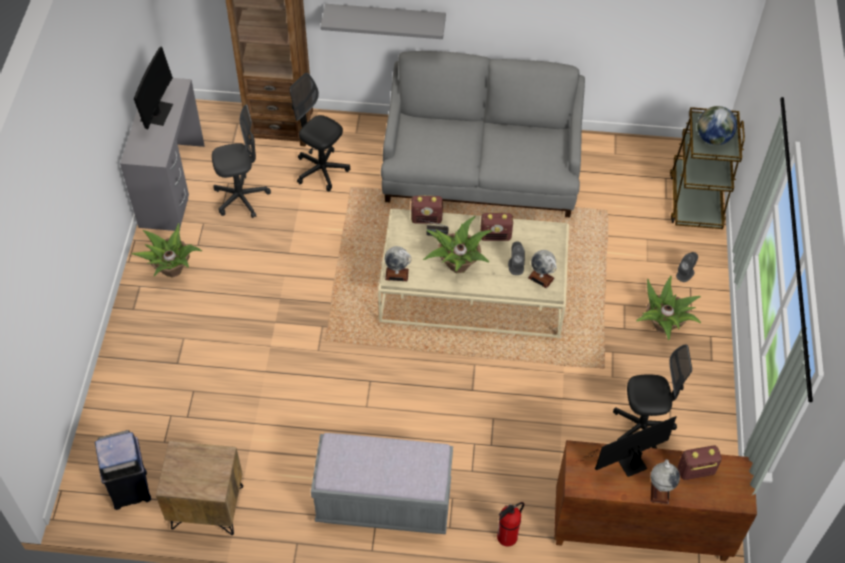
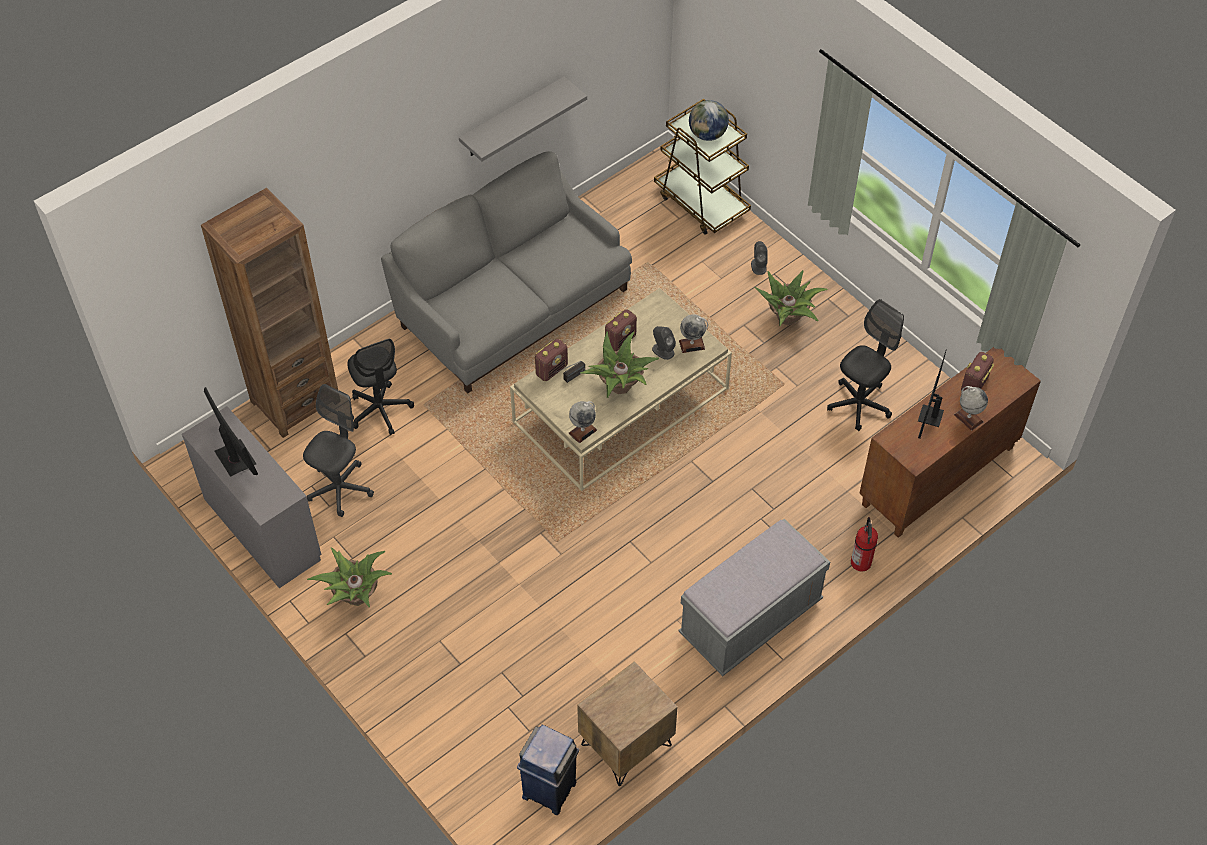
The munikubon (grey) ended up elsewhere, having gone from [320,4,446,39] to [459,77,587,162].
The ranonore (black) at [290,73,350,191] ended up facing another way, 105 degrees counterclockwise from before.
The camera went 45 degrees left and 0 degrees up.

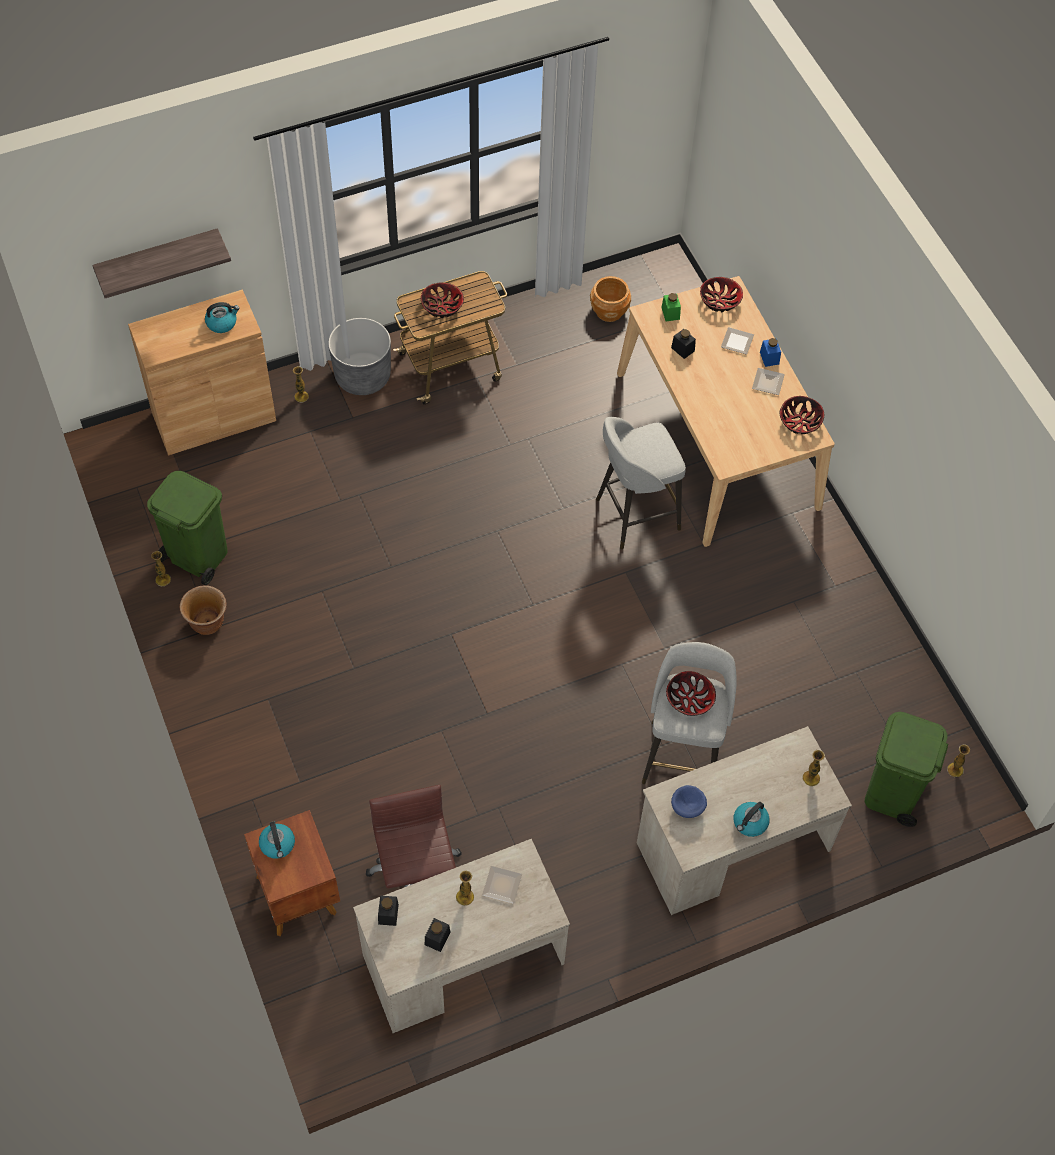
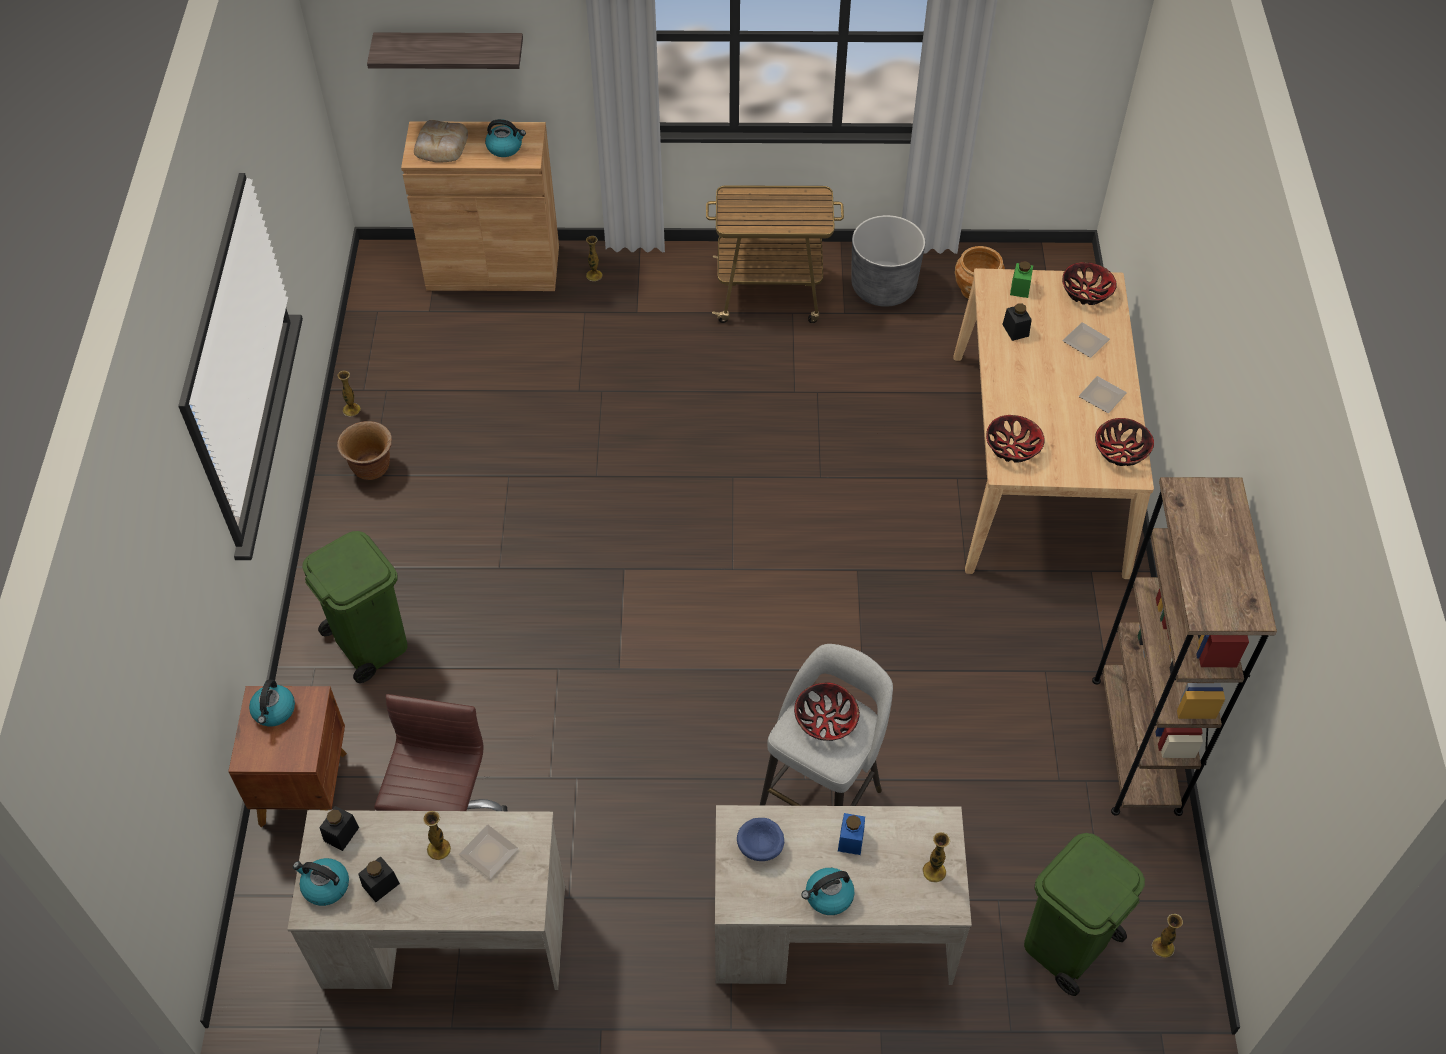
The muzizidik ended up elsewhere, having gone from [421,282,464,318] to [986,415,1045,463].
The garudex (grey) ended up elsewhere, having gone from [328,318,391,395] to [851,215,925,307].
The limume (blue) ended up elsewhere, having gone from [760,338,781,367] to [838,813,865,855].
The second view lost the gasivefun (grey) at [596,417,686,549].
The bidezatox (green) ended up elsewhere, having gone from [147,471,228,585] to [302,531,408,683].
The second view gained the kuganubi at [414,120,468,163].
The second view gained the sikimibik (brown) at [1092,477,1277,816].
The second view gained the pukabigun at [293,858,349,906].
The camera went 25 degrees right and 5 degrees down.

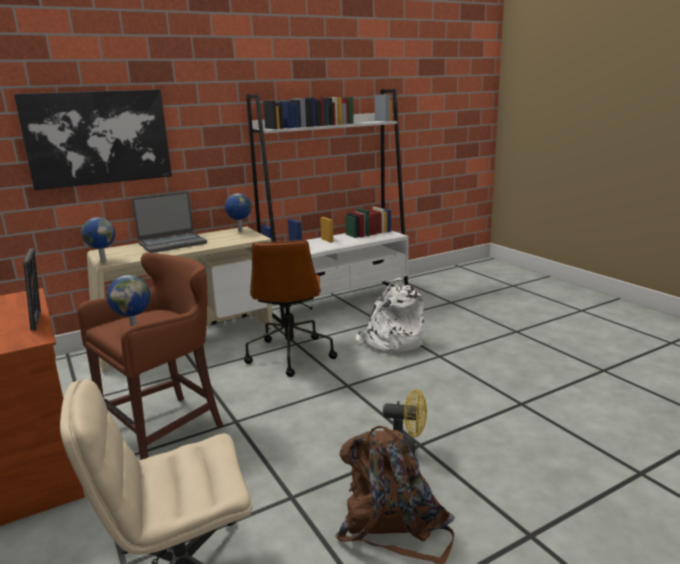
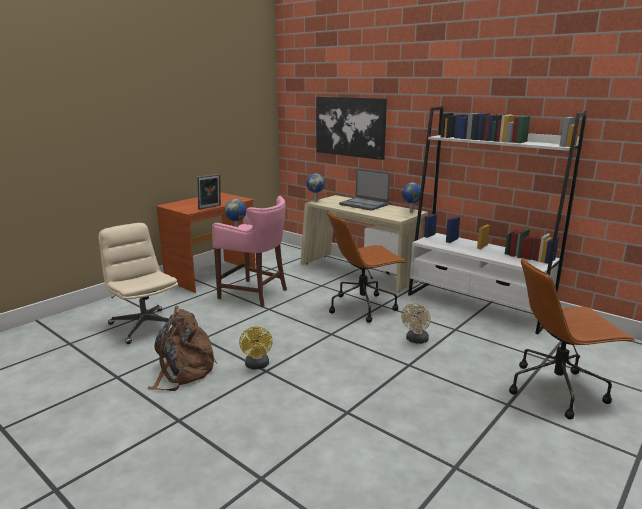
What was the gasivefun (brown) at [77,253,223,460] turned into the gasivefun (pink) at [212,196,287,307].
Where the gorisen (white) stood at [356,278,425,354], the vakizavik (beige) came to stand at [401,303,431,344].
The second view gained the ranonore (brown) at [509,258,636,419].
The camera went 70 degrees right and 0 degrees up.

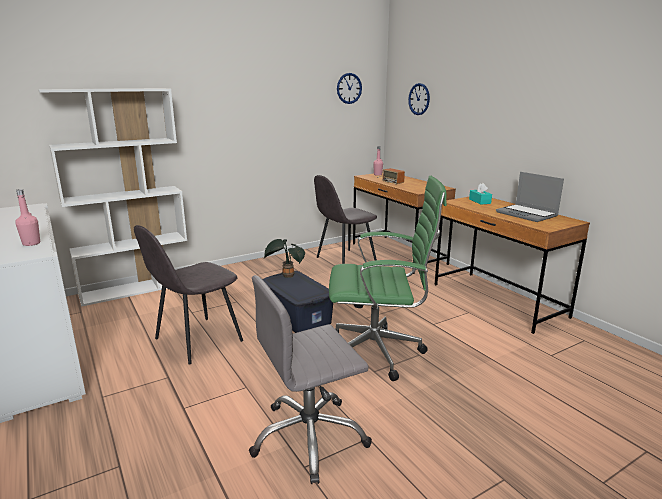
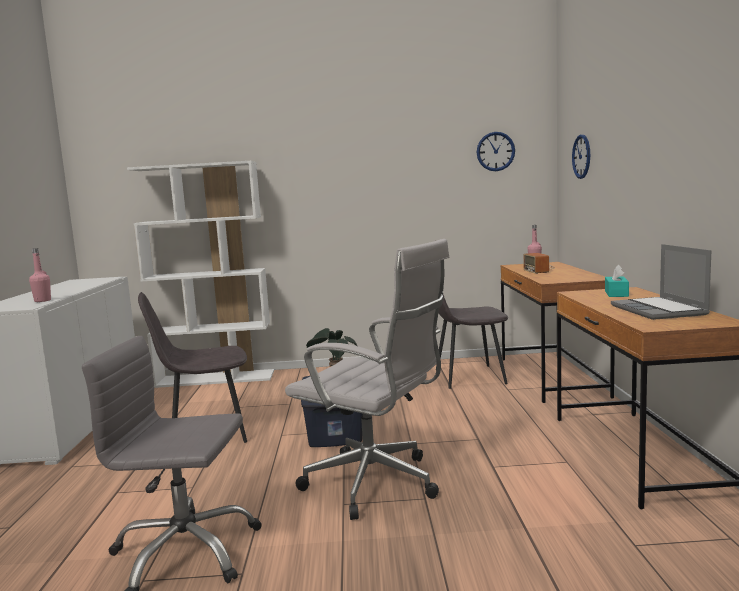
What was the ranonore (green) at [329,176,447,381] turned into the ranonore (white) at [285,239,449,520].
The camera went 30 degrees right and 10 degrees down.

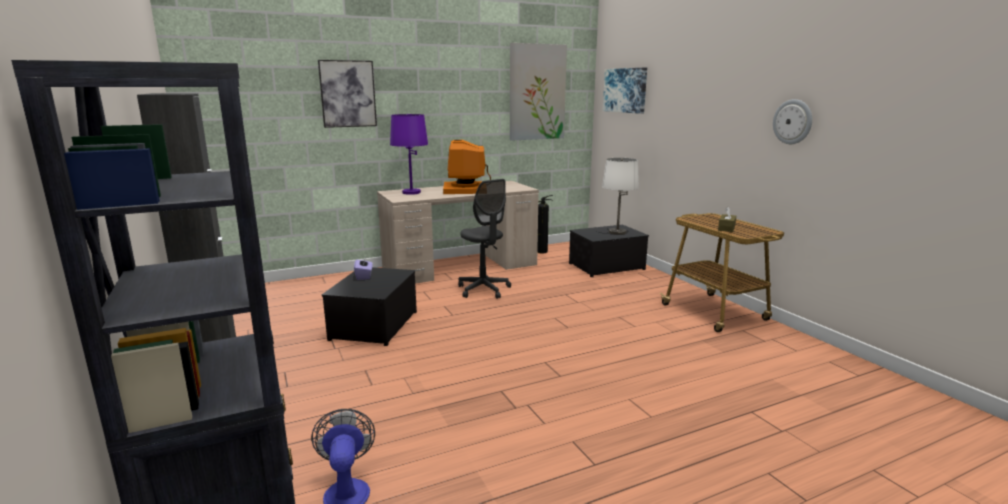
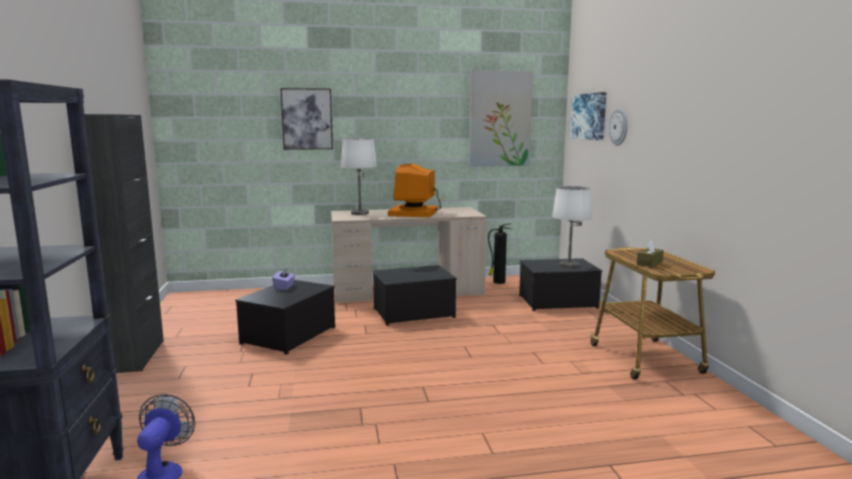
The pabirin ended up elsewhere, having gone from [773,99,812,144] to [609,108,628,146].
What was the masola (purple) at [390,114,428,195] turned into the masola (white) at [341,138,377,215].
Where the ranonore (grey) stood at [458,179,511,299], the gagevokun came to stand at [373,265,457,326].
The camera went 15 degrees right and 5 degrees down.

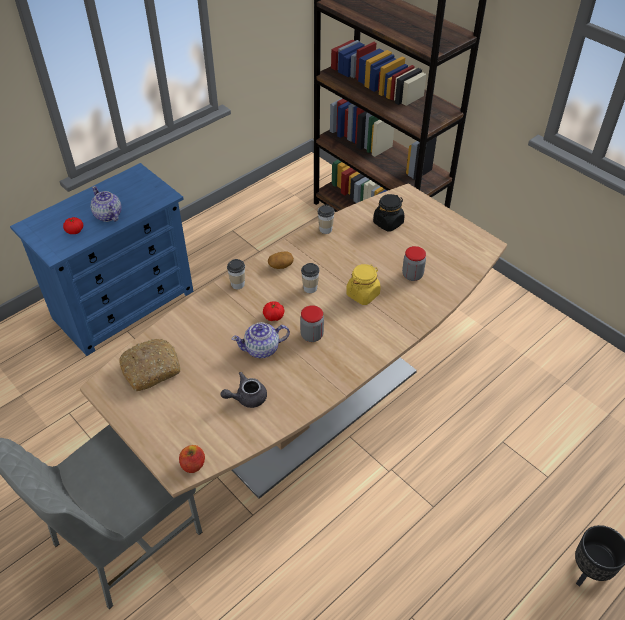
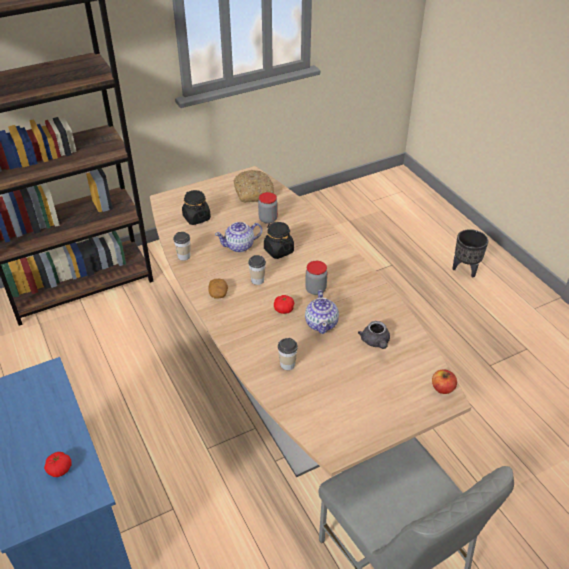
The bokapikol ended up elsewhere, having gone from [91,186,122,222] to [215,222,262,252].
The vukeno ended up elsewhere, having gone from [227,259,245,289] to [278,338,298,370].
What was the limume (yellow) at [346,264,381,305] turned into the limume (black) at [264,222,294,259].
The kuganubi ended up elsewhere, having gone from [119,339,181,391] to [234,170,274,202].
The camera went 75 degrees left and 5 degrees down.

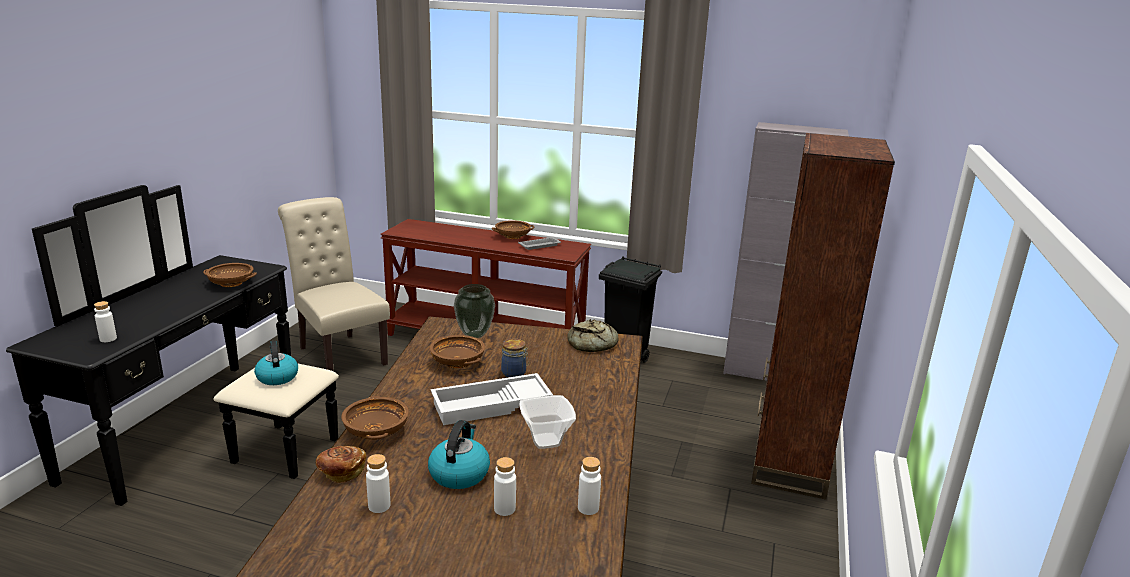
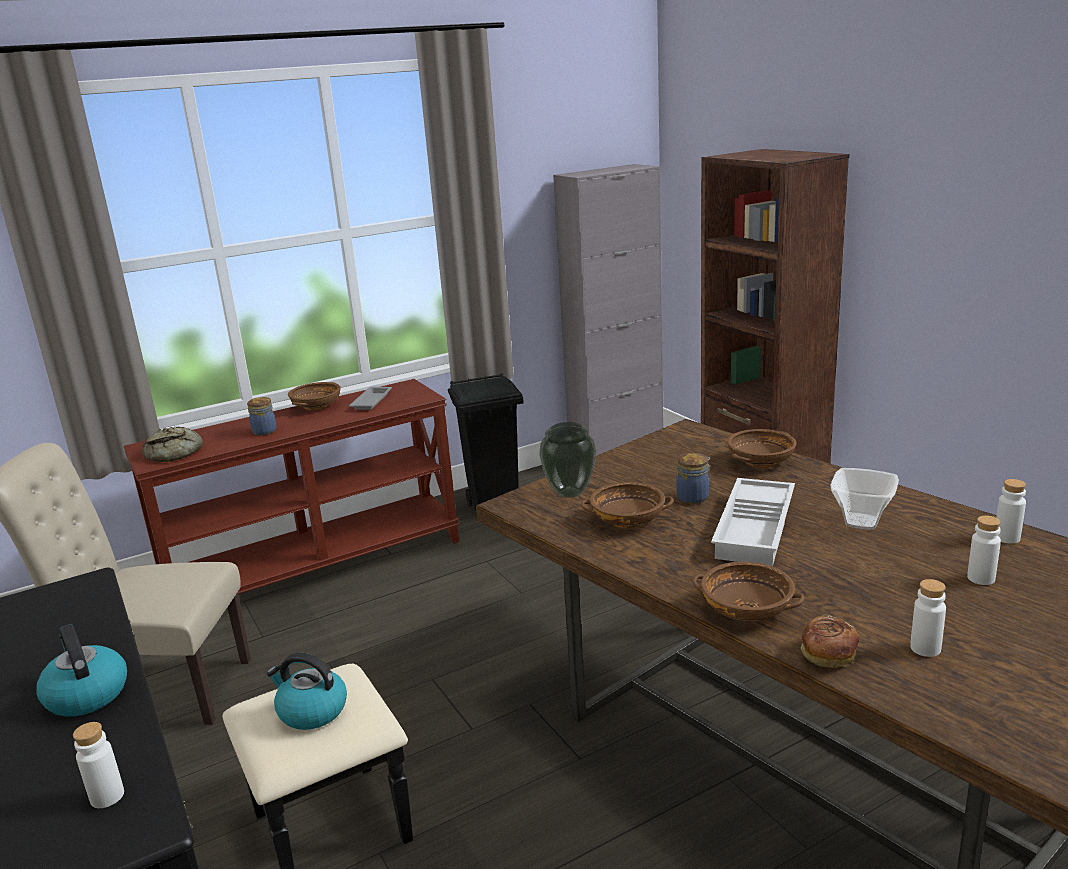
The muzizidik (brown) ended up elsewhere, having gone from [203,263,257,287] to [727,429,796,468].
The kuganubi ended up elsewhere, having gone from [567,319,619,352] to [142,427,203,462].
The pukabigun ended up elsewhere, having gone from [428,420,490,489] to [36,624,127,716].
The second view gained the limume at [247,397,277,436].
The camera went 45 degrees left and 0 degrees up.

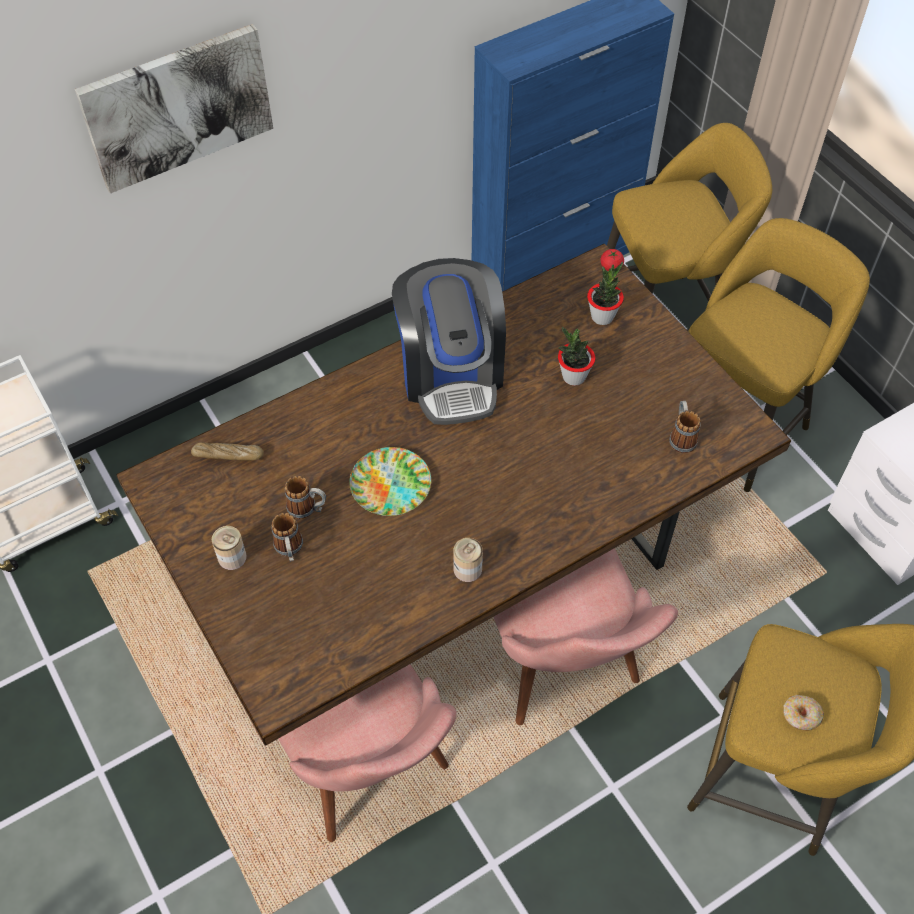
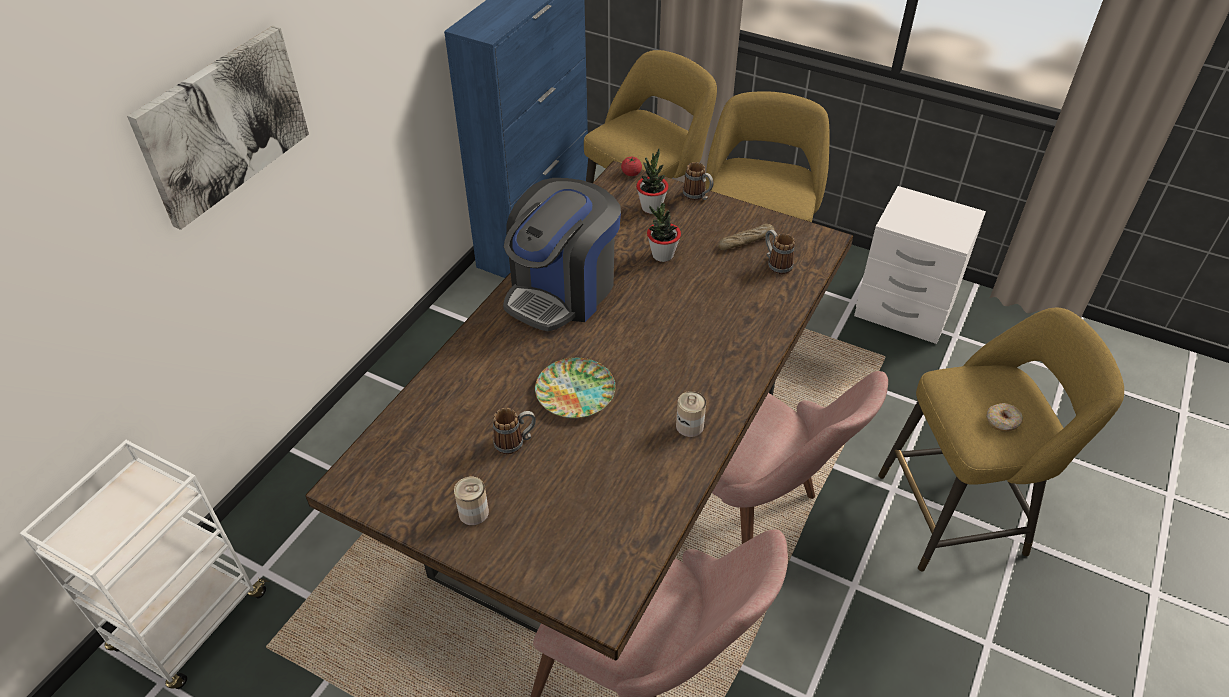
The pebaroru at [392,258,506,425] ended up facing another way, 75 degrees clockwise from before.
The kuganubi ended up elsewhere, having gone from [191,443,264,460] to [718,224,775,250].
The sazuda ended up elsewhere, having gone from [271,513,303,562] to [683,162,714,201].
The camera went 30 degrees left and 10 degrees down.

